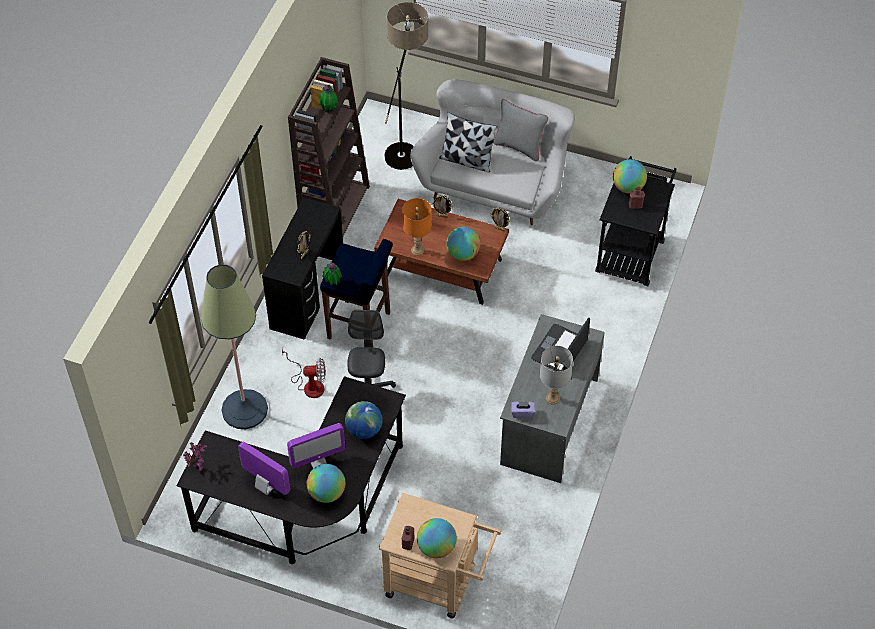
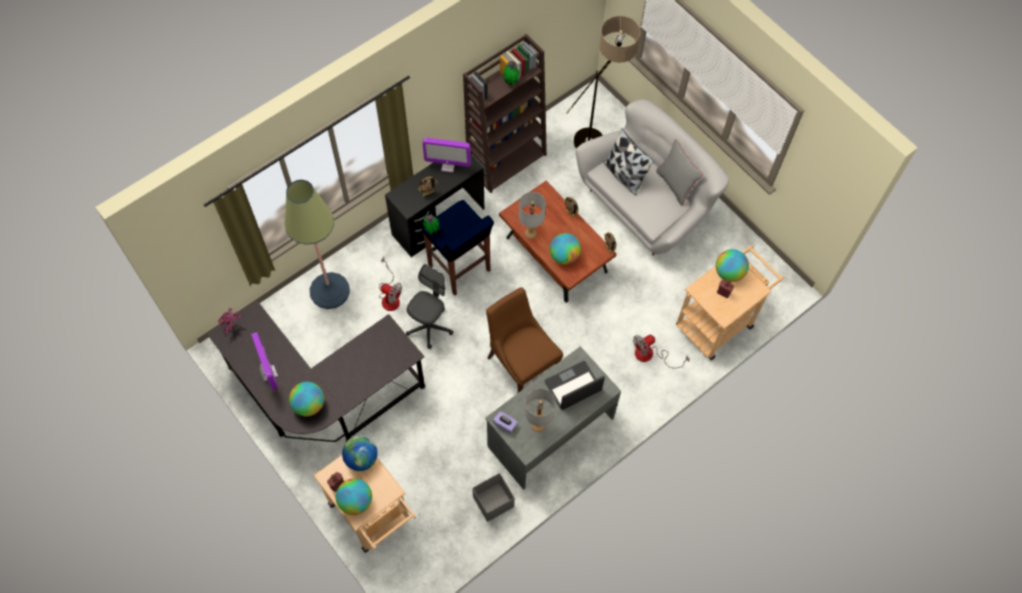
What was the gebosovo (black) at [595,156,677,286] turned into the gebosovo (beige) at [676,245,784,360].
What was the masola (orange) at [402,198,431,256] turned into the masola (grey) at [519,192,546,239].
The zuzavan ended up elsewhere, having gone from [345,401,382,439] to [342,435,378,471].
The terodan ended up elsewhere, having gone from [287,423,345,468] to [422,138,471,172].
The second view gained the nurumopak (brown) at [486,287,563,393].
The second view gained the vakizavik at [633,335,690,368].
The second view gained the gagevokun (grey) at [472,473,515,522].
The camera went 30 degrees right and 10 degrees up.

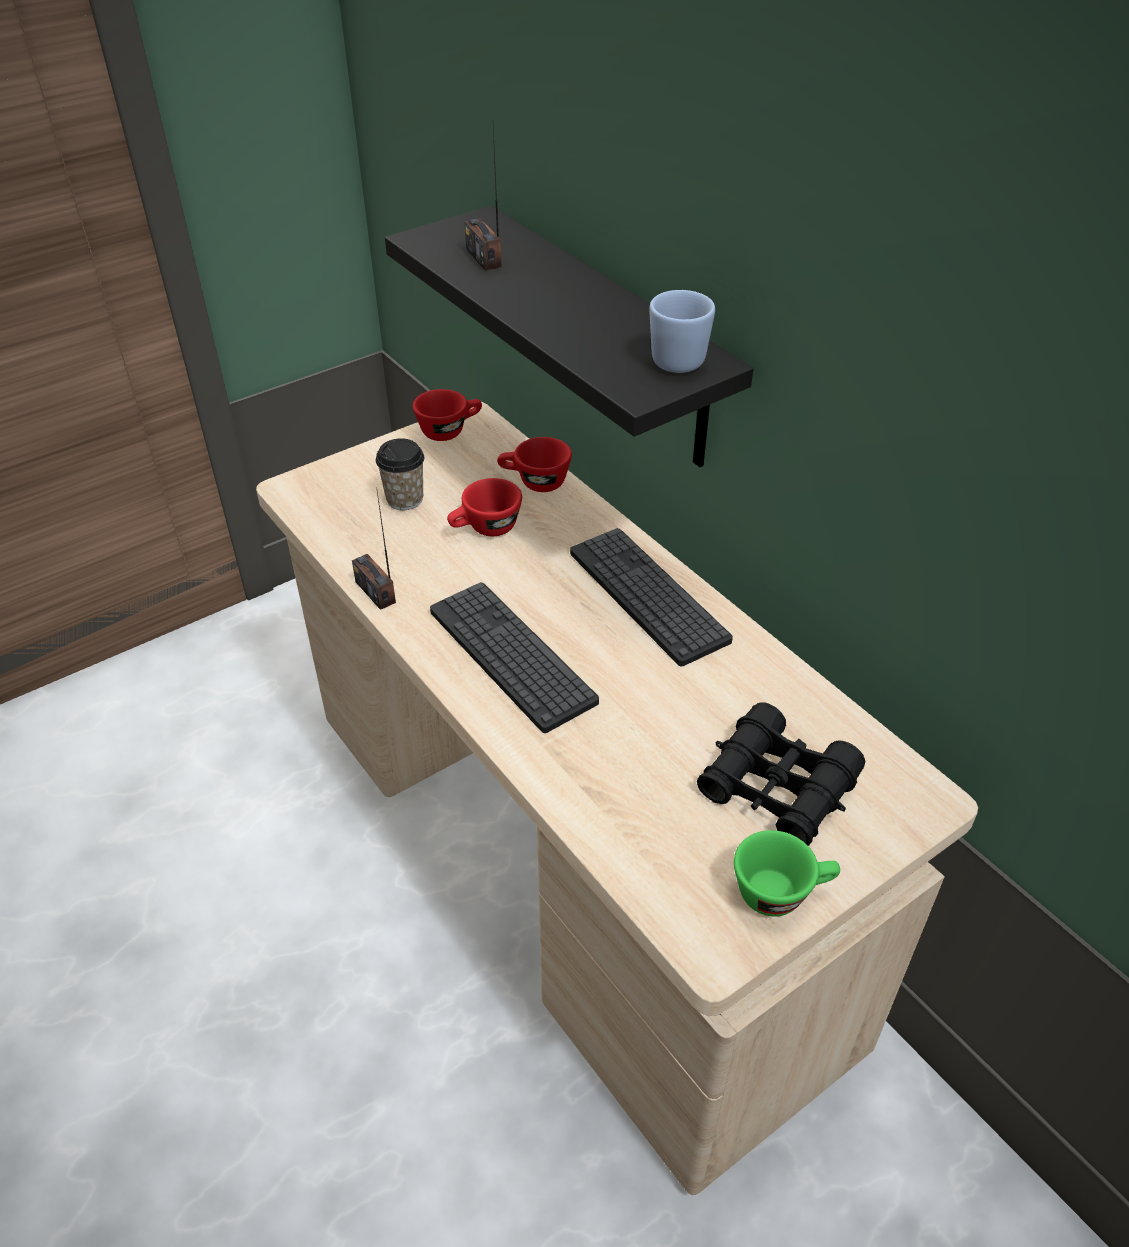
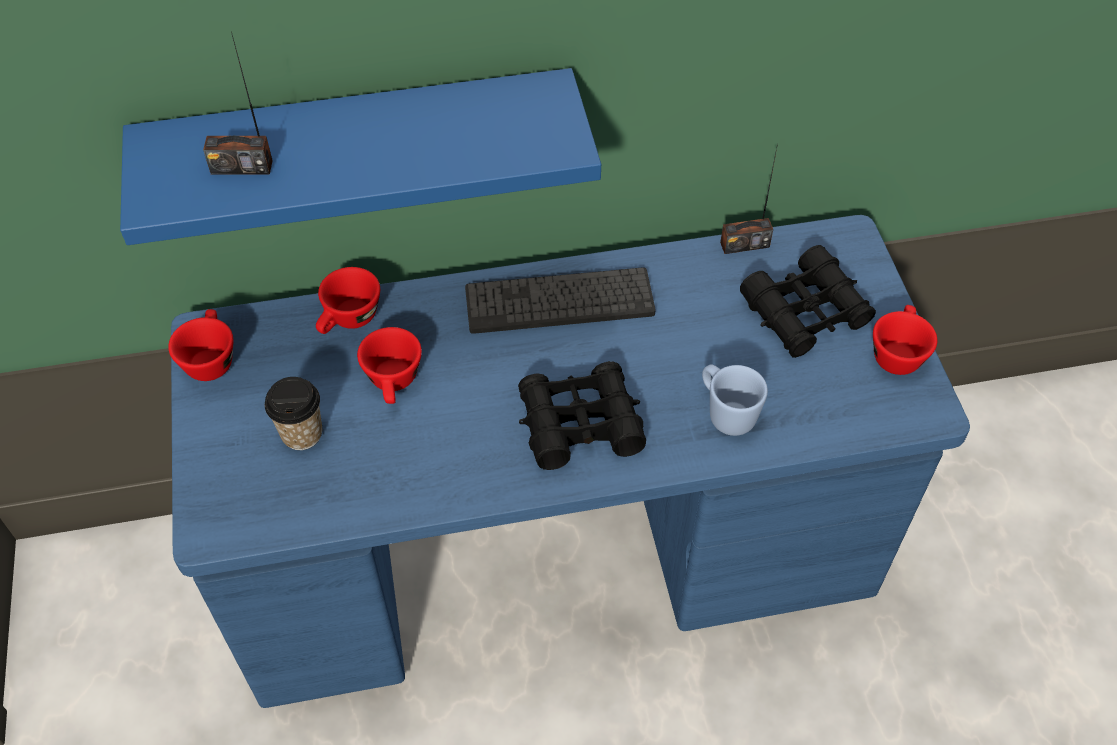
What was the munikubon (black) at [385,206,753,467] turned into the munikubon (blue) at [120,68,601,245].
The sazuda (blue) ended up elsewhere, having gone from [649,290,715,373] to [702,364,768,436].
What was the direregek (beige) at [256,402,978,1195] turned into the direregek (blue) at [171,215,970,708].
The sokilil ended up elsewhere, having gone from [352,487,396,610] to [720,144,778,254].
Where the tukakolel stood at [430,582,599,733], the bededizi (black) came to stand at [518,361,646,470].
What was the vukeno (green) at [734,830,840,917] turned into the vukeno (red) at [873,305,937,375].
The camera went 65 degrees left and 10 degrees up.

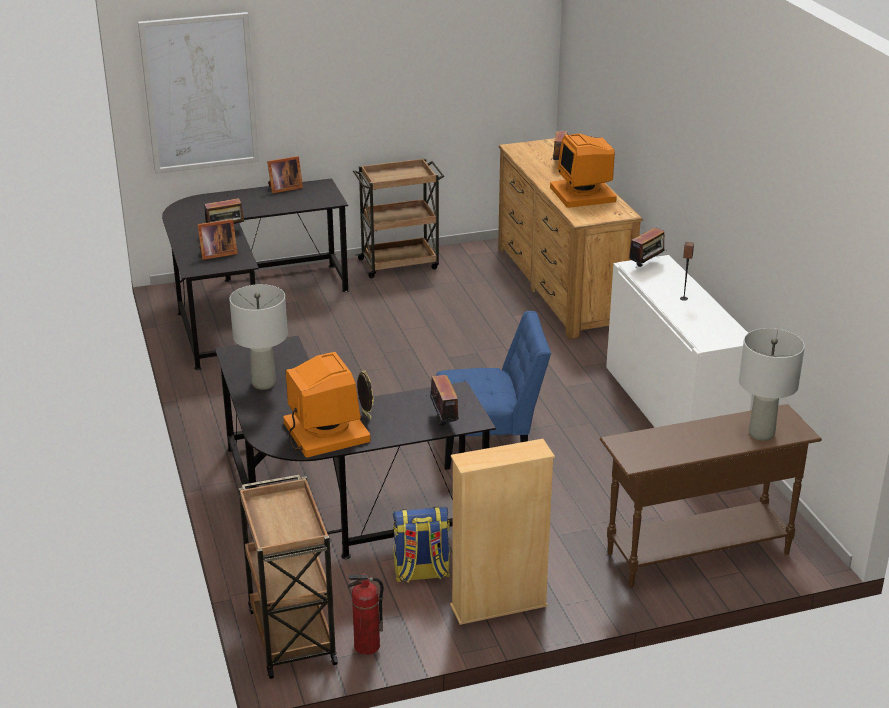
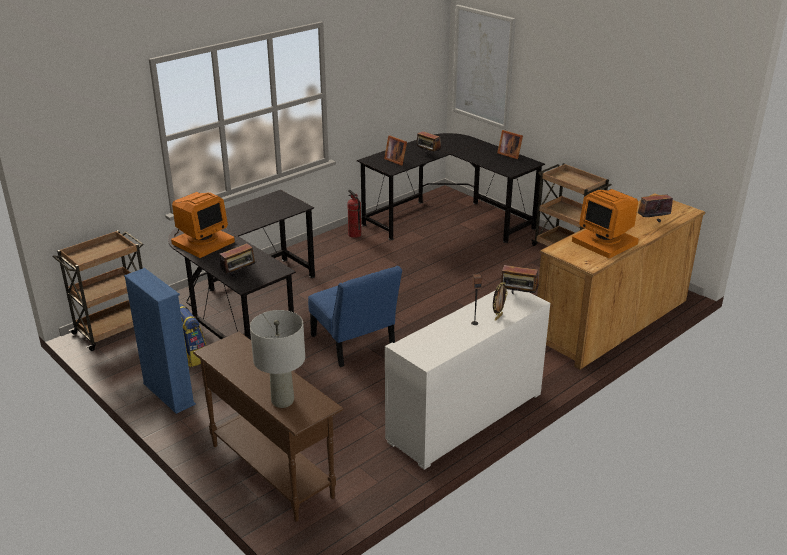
The terodan at [550,134,617,208] ended up facing another way, 90 degrees counterclockwise from before.
The second view lost the masola (grey) at [229,284,288,390].
The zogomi ended up elsewhere, having gone from [357,371,374,419] to [493,282,507,321].
What was the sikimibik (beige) at [450,439,555,625] turned into the sikimibik (blue) at [124,268,196,414].
The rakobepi ended up elsewhere, having gone from [347,574,384,655] to [347,190,361,238].
The camera went 65 degrees right and 0 degrees up.

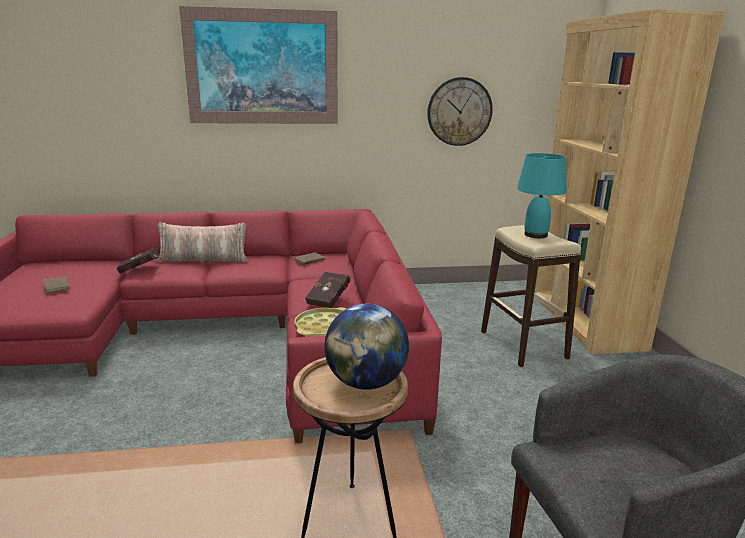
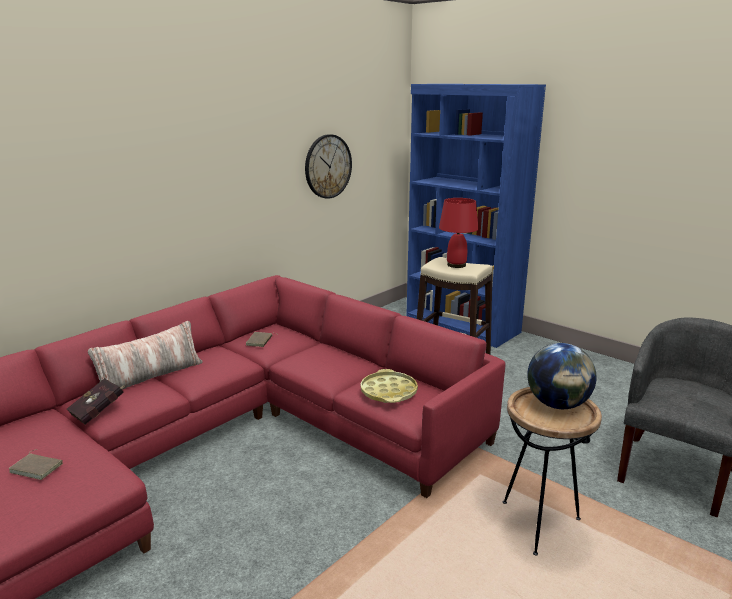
The second view lost the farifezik at [179,6,338,124].
What was the sikimibik (brown) at [535,9,725,355] turned into the sikimibik (blue) at [406,84,546,348].
What was the masola (turquoise) at [517,153,567,238] turned into the masola (red) at [439,198,479,268].
The second view lost the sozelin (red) at [305,272,350,308].
The camera went 40 degrees left and 0 degrees up.

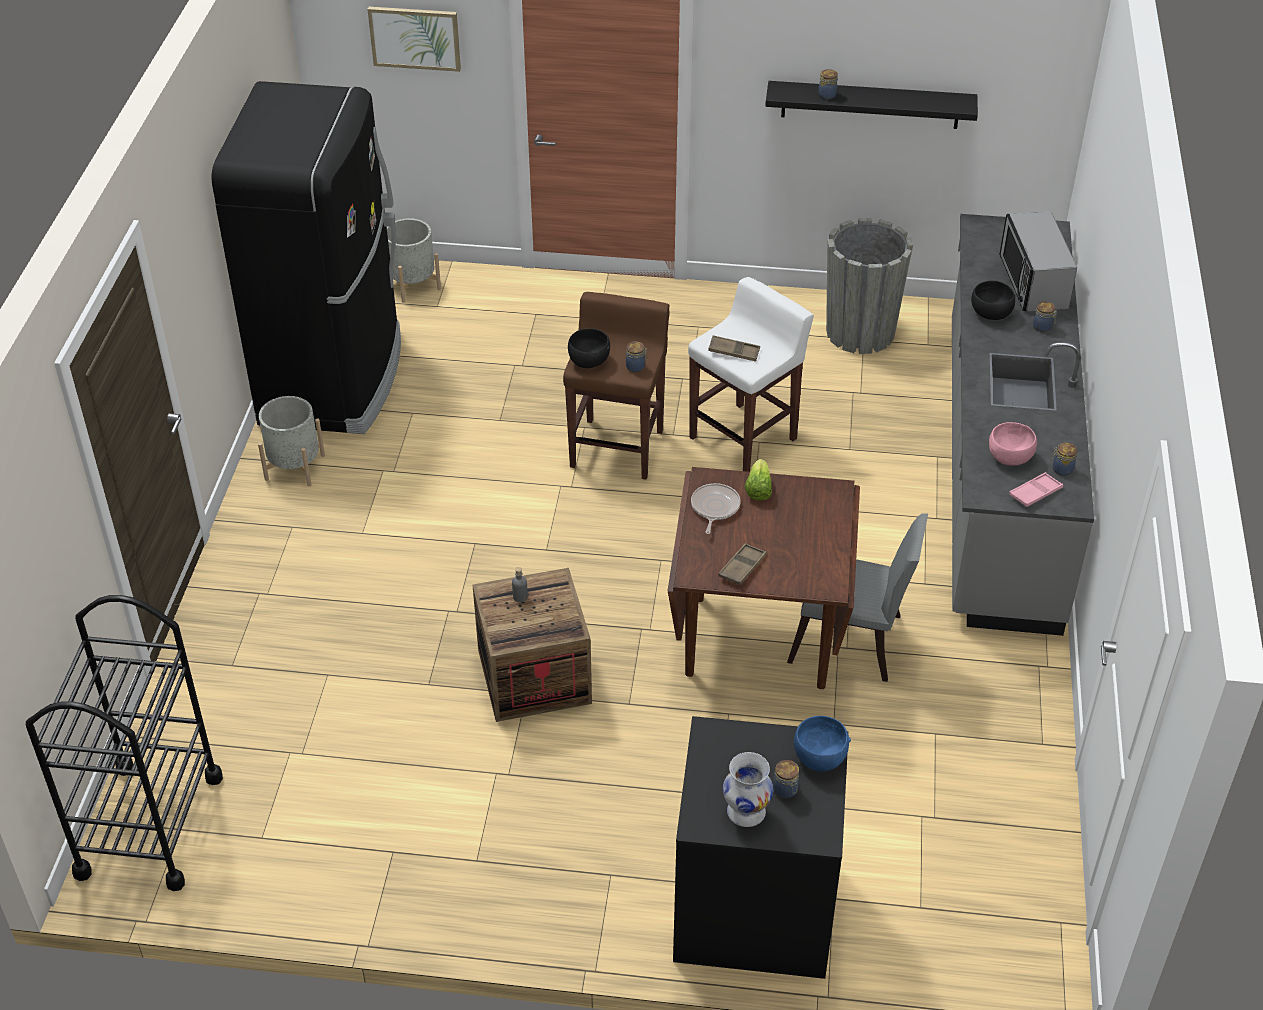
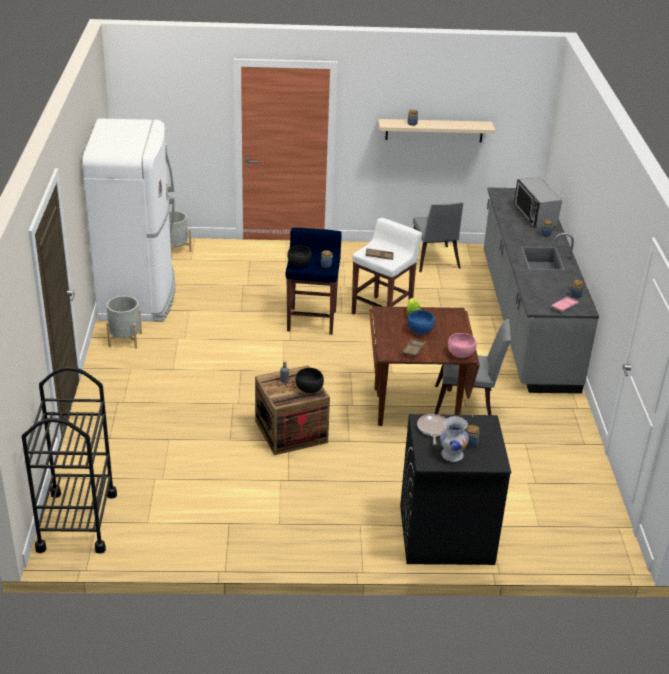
The second view lost the farifezik at [368,7,461,72].
What was the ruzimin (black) at [211,81,401,434] turned into the ruzimin (white) at [83,118,175,322].
What was the munikubon (black) at [765,81,978,129] turned into the munikubon (beige) at [378,119,495,142].
Where the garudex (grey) stood at [826,218,913,354], the nurumopak (grey) came to stand at [413,202,463,272].
The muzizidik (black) ended up elsewhere, having gone from [971,281,1015,320] to [295,368,324,393].
What was the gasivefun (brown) at [563,292,669,480] turned into the gasivefun (blue) at [285,228,342,335].
The muzizidik (pink) ended up elsewhere, having gone from [989,422,1037,465] to [448,333,476,358].
The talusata ended up elsewhere, having gone from [691,483,741,534] to [417,414,447,445].
The muzizidik (blue) ended up elsewhere, having gone from [794,716,851,771] to [407,310,435,334].
The camera went 10 degrees left and 10 degrees down.

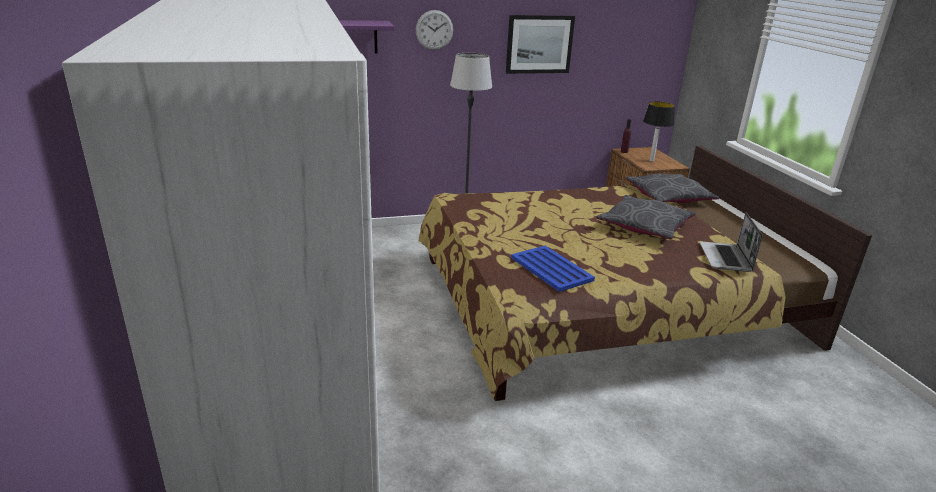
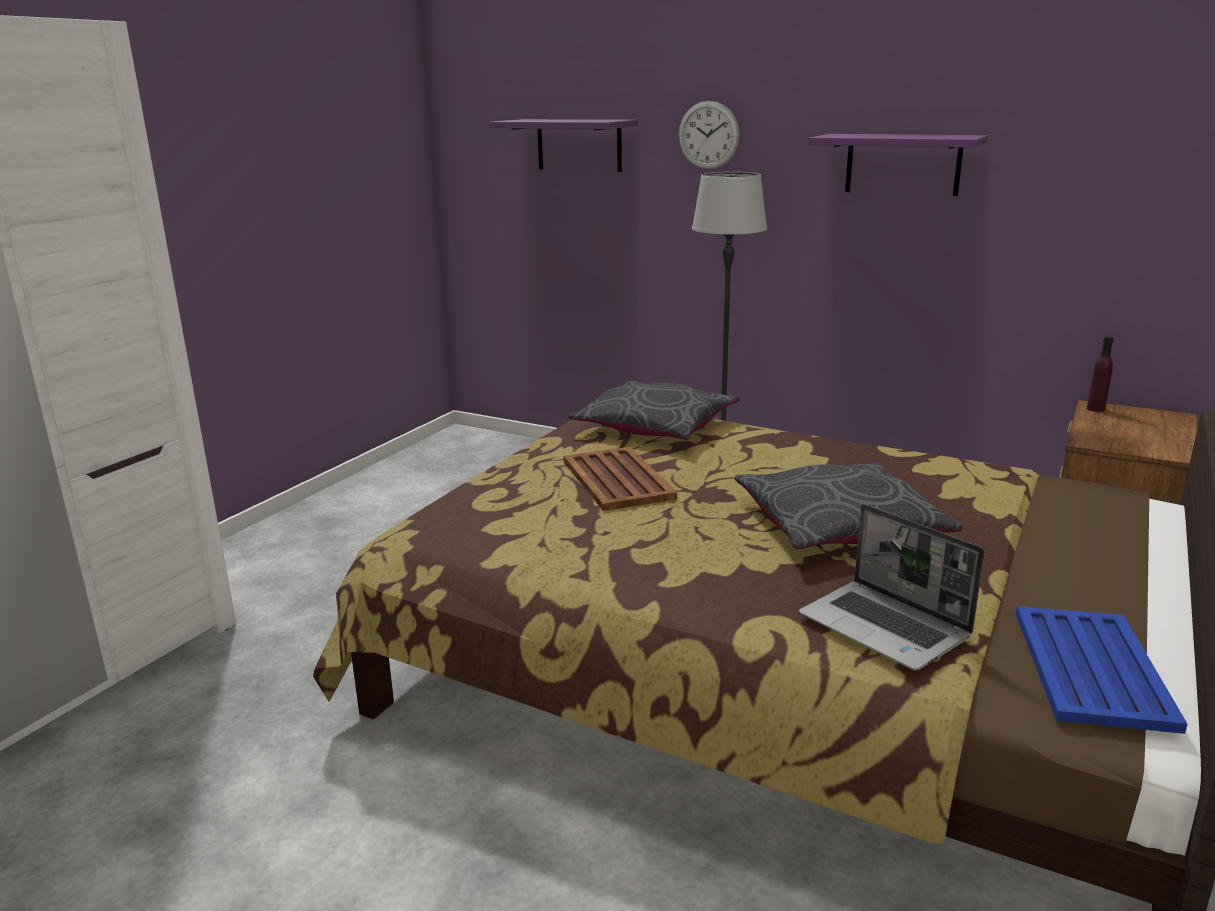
Where the farifezik hung at [506,15,575,74], the munikubon (purple) came to hang at [808,134,988,196].
The second view lost the masola at [643,101,675,162].
The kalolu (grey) ended up elsewhere, having gone from [625,173,719,203] to [569,381,740,440].
The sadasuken at [699,212,763,272] ended up facing another way, 90 degrees counterclockwise from before.
The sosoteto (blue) ended up elsewhere, having gone from [511,246,595,292] to [1016,606,1187,734].
The second view gained the sosoteto (brown) at [564,447,677,511].
The camera went 45 degrees right and 5 degrees down.

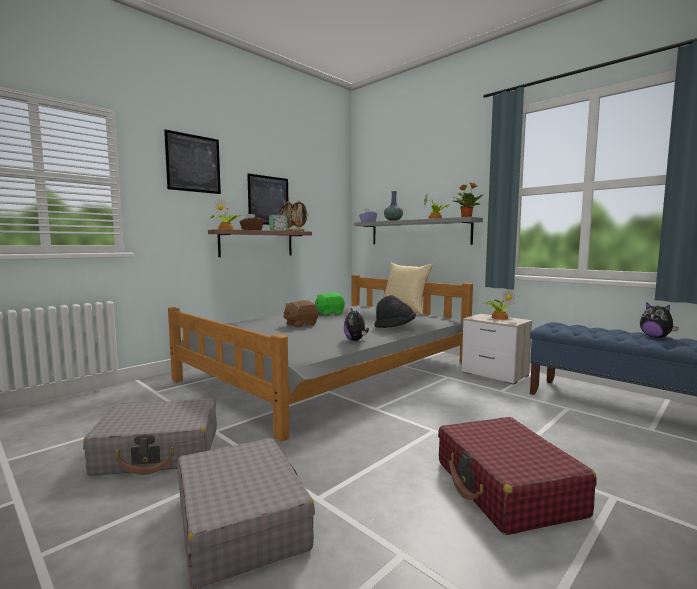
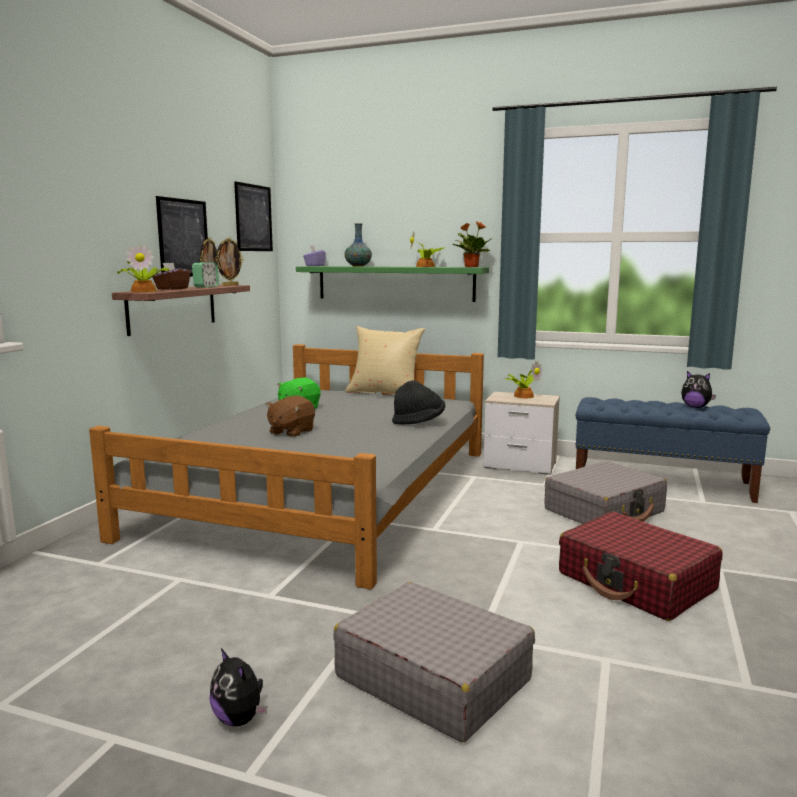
The farifezik ended up elsewhere, having gone from [164,129,221,194] to [234,181,273,251].
What was the munikubon (grey) at [355,217,483,245] turned into the munikubon (green) at [296,266,489,302].
The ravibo ended up elsewhere, having gone from [344,308,369,341] to [209,648,267,726].
The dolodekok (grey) ended up elsewhere, having gone from [83,398,217,476] to [544,461,667,524].
The camera went 25 degrees left and 5 degrees up.

